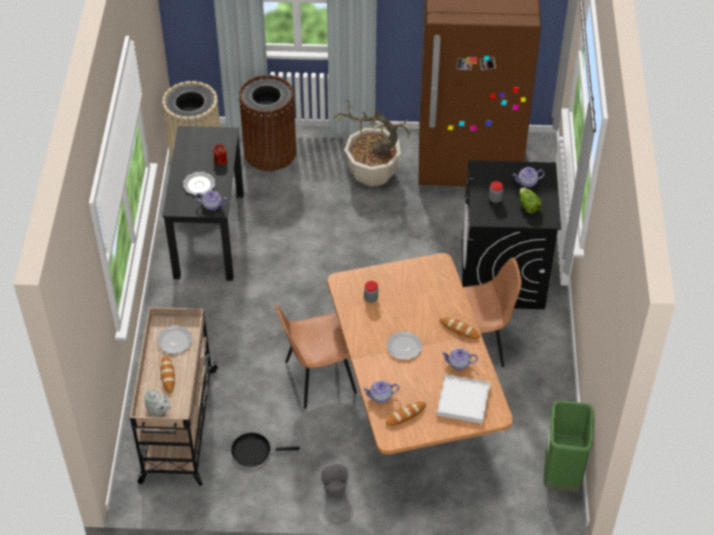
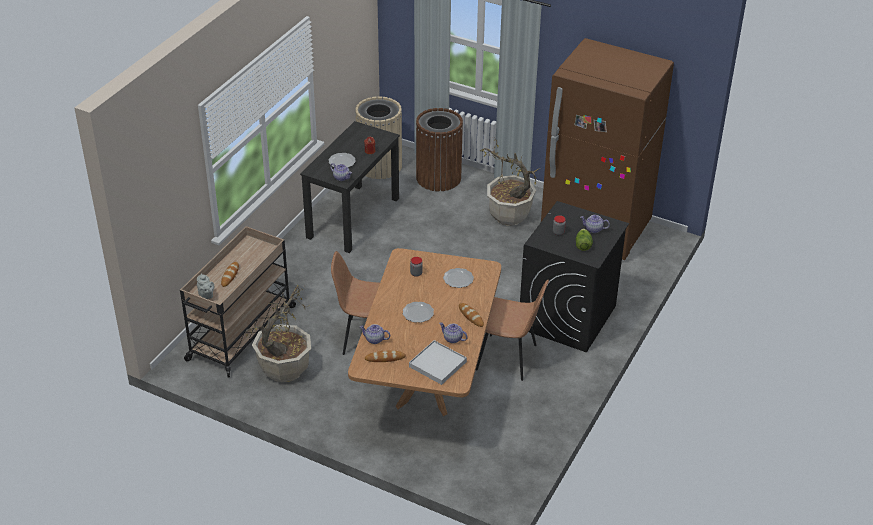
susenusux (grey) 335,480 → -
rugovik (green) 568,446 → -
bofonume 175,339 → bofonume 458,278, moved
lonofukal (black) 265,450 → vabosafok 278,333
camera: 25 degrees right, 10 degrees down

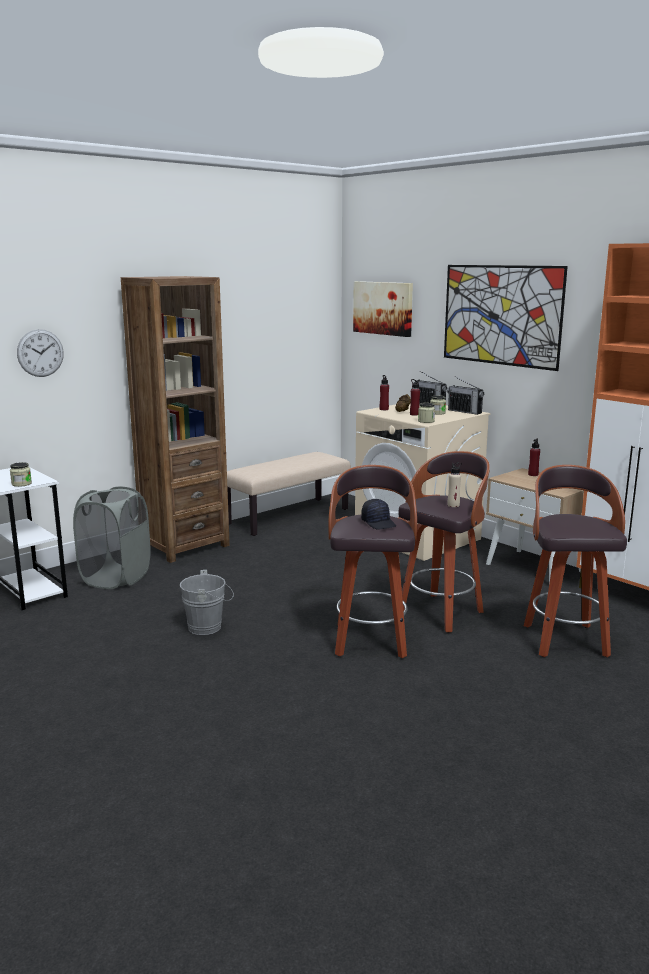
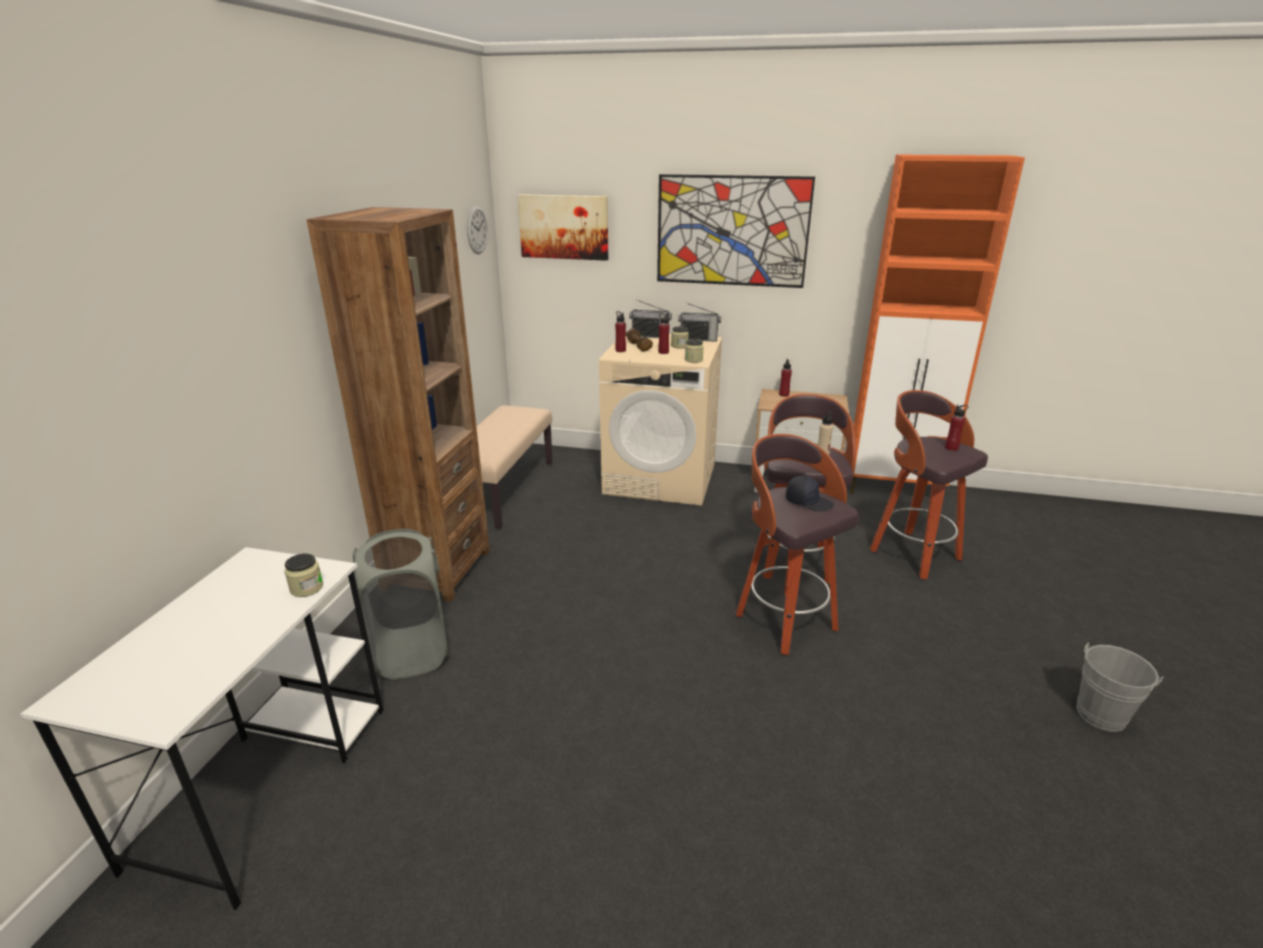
- → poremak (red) 956,427
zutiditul 40,353 → zutiditul 477,230, moved
susenusux (grey) 207,602 → susenusux (grey) 1119,687, moved
camera: 35 degrees left, 10 degrees up

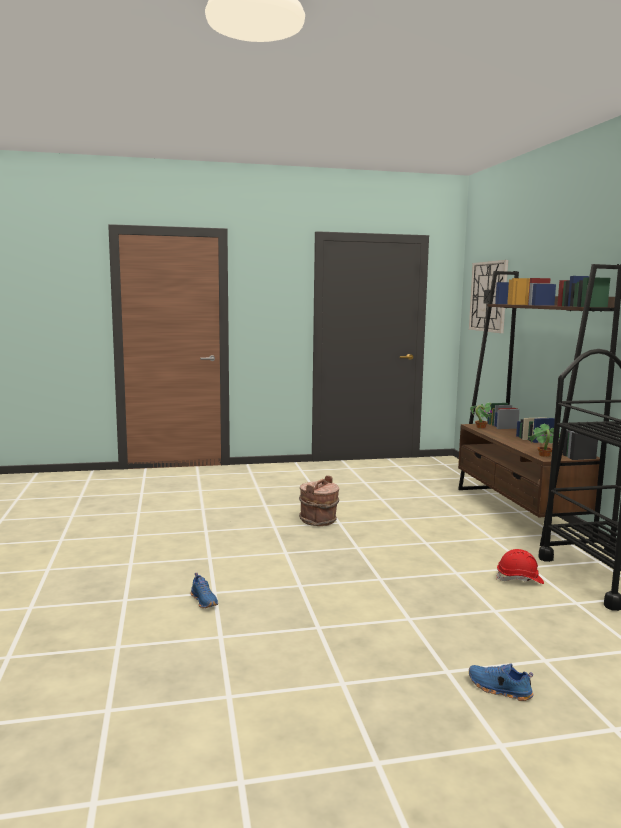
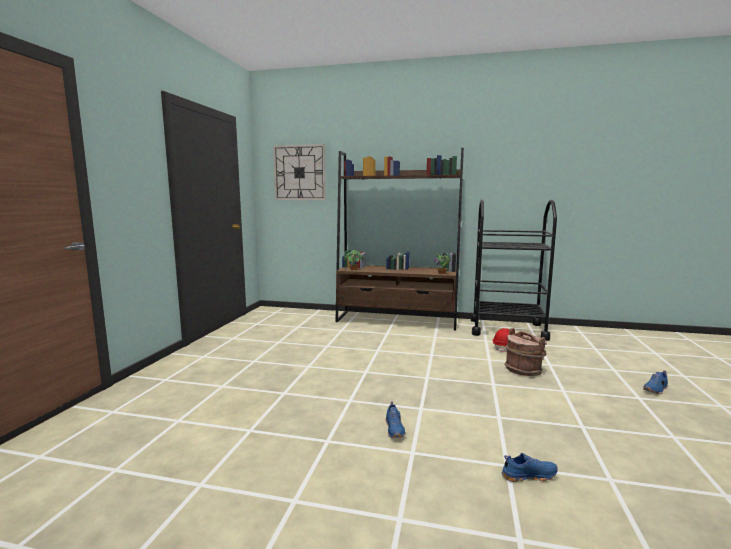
- → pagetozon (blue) 395,419
susenusux (brown) 319,500 → susenusux (brown) 525,352, moved
camera: 65 degrees left, 0 degrees up

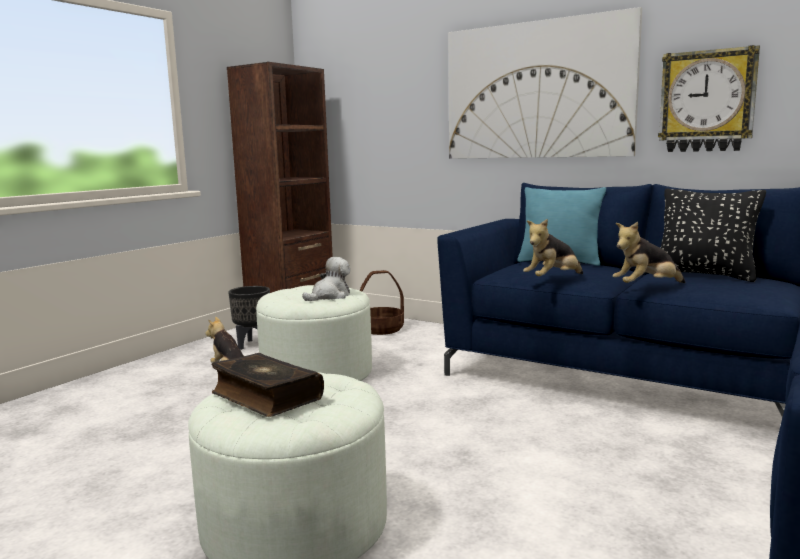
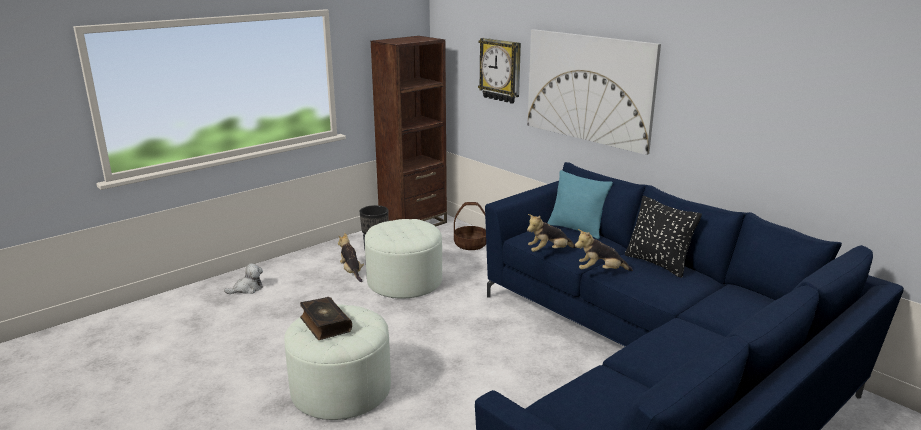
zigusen 326,279 → zigusen 243,278, moved
zutiditul 709,98 → zutiditul 499,71, moved
camera: 15 degrees right, 10 degrees up

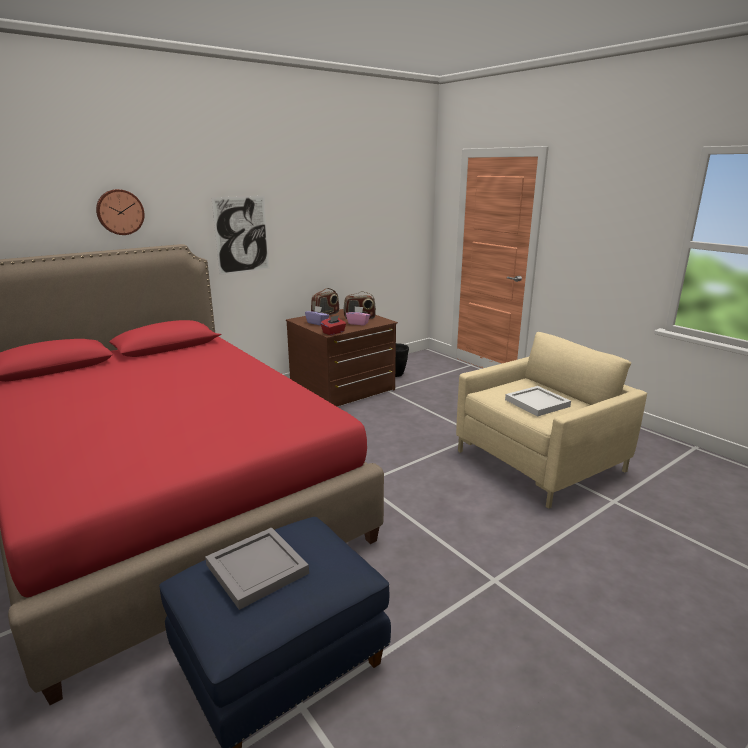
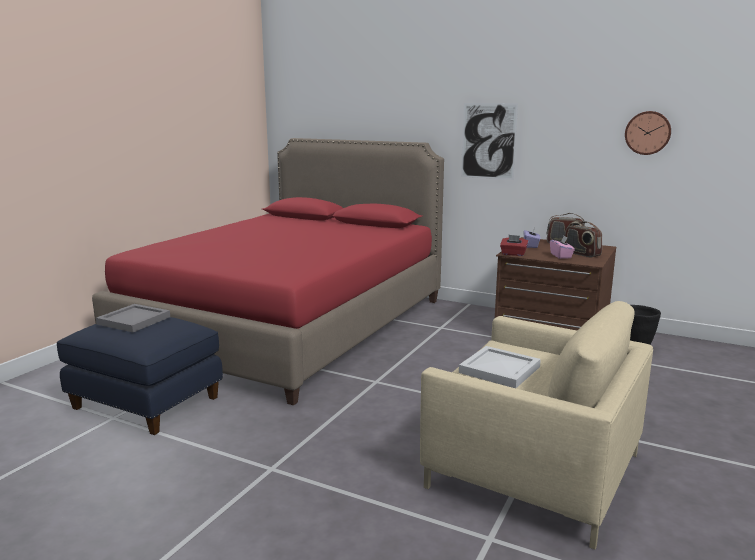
zutiditul 120,212 → zutiditul 648,133, moved
camera: 65 degrees right, 5 degrees down

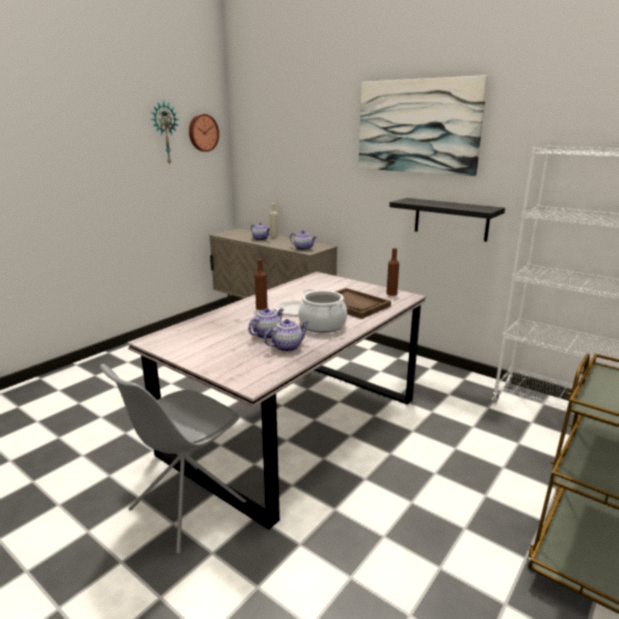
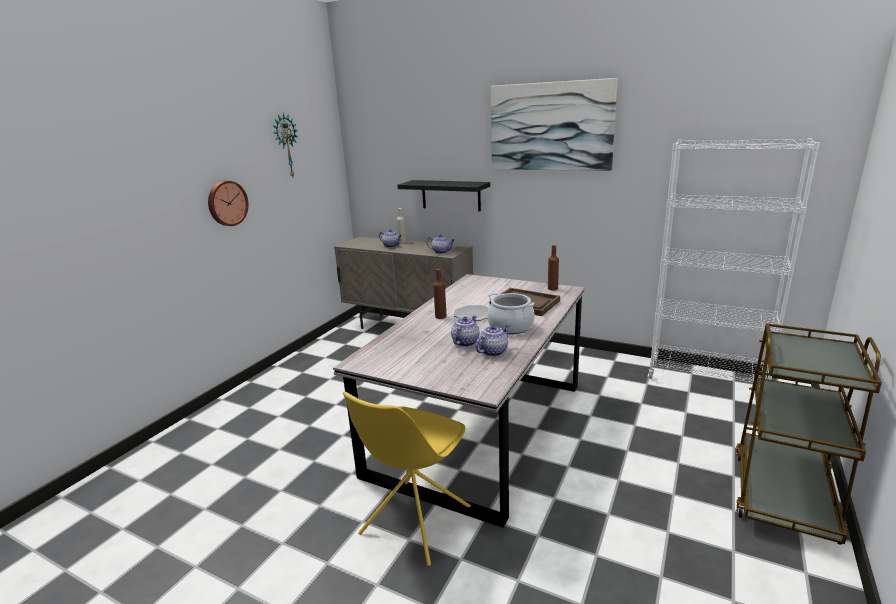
zutiditul 204,133 → zutiditul 228,203, moved
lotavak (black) 447,220 → lotavak (black) 443,195, moved
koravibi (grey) 173,459 → koravibi (yellow) 407,478
camera: 10 degrees left, 0 degrees up

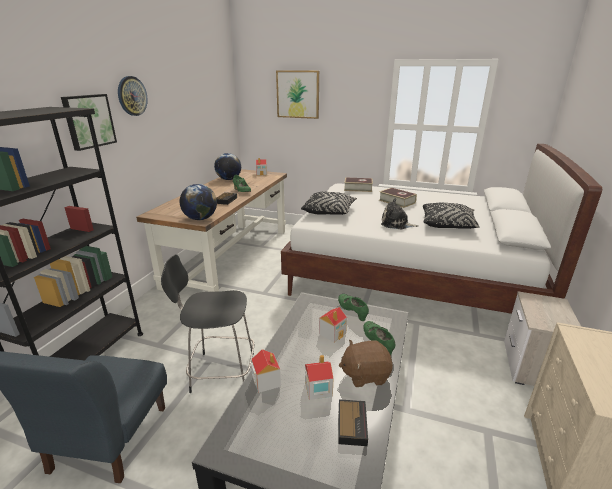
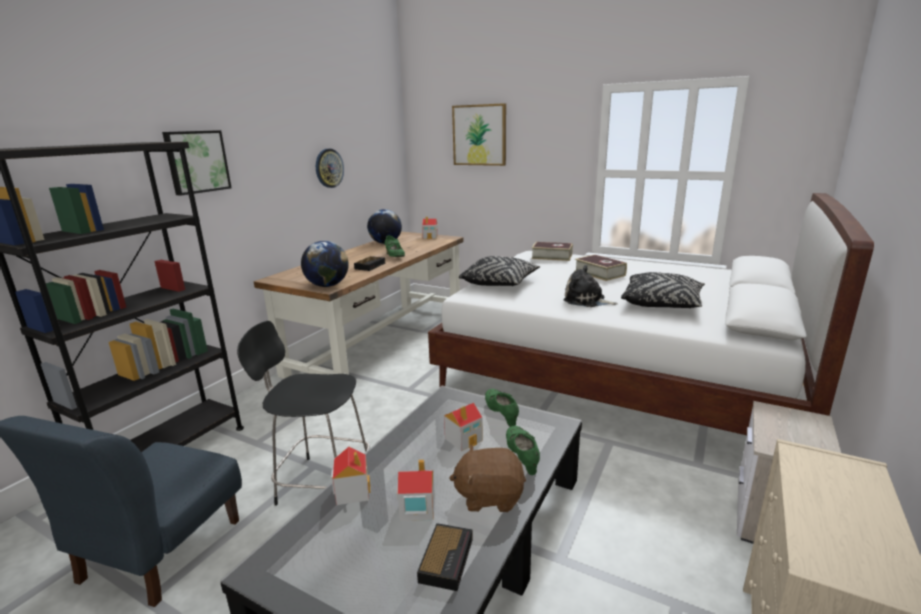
zutiditul 133,96 → zutiditul 330,168, moved
camera: 10 degrees right, 5 degrees down

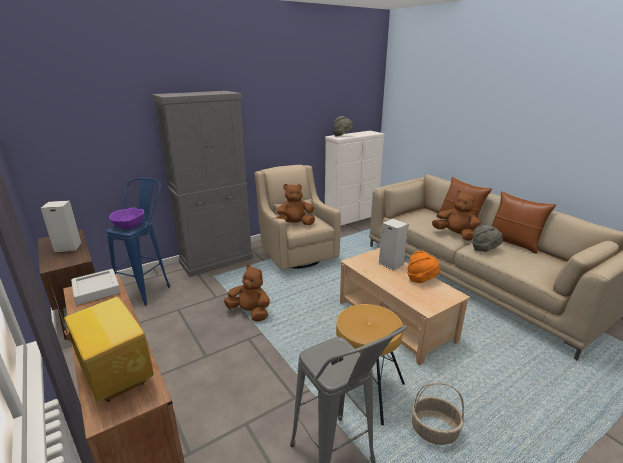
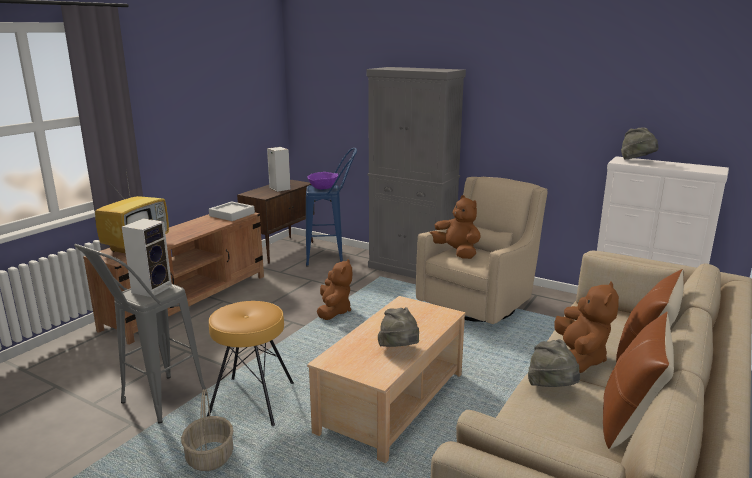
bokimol 393,245 → bokimol 147,257, moved
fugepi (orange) 423,267 → fugepi (grey) 398,327
camera: 65 degrees right, 5 degrees down

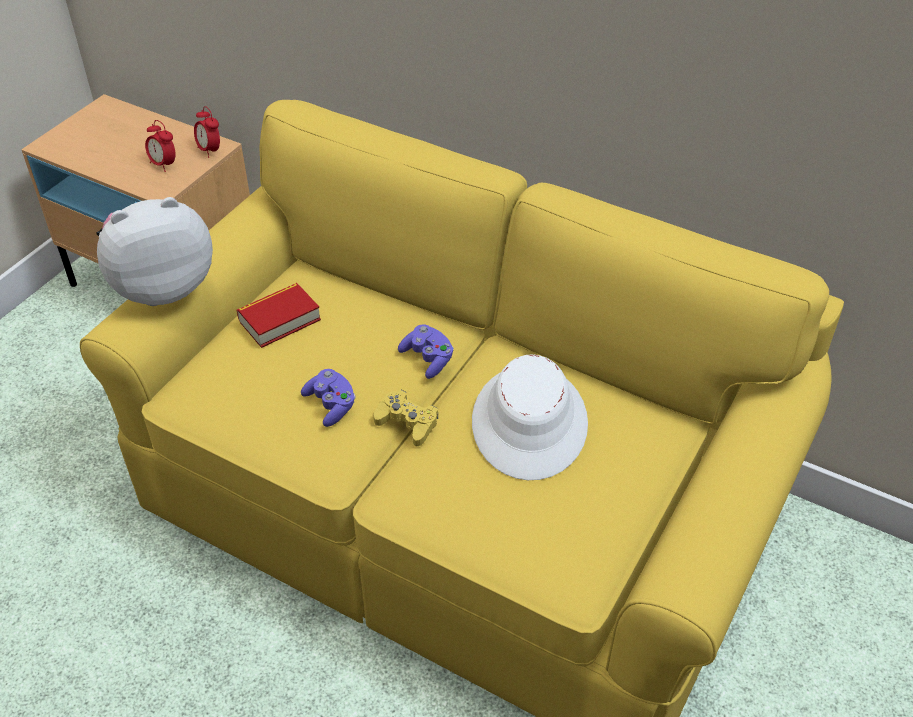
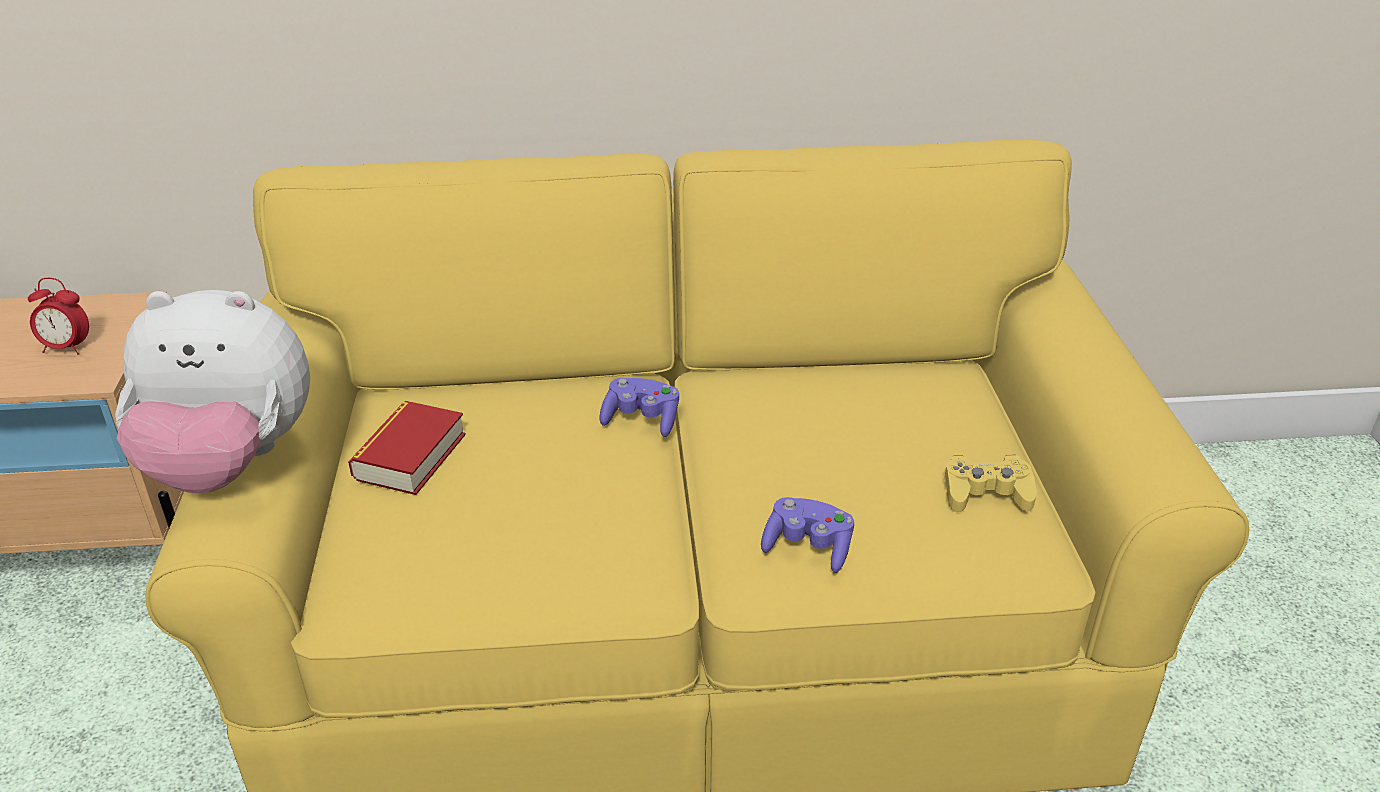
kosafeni 207,132 → -
fugepi (white) 530,417 → -
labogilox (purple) 328,398 → labogilox (purple) 807,535, moved
labogilox (yellow) 406,418 → labogilox (yellow) 990,483, moved
zigusen 155,251 → zigusen 212,391, 120 degrees counterclockwise
camera: 35 degrees left, 10 degrees down

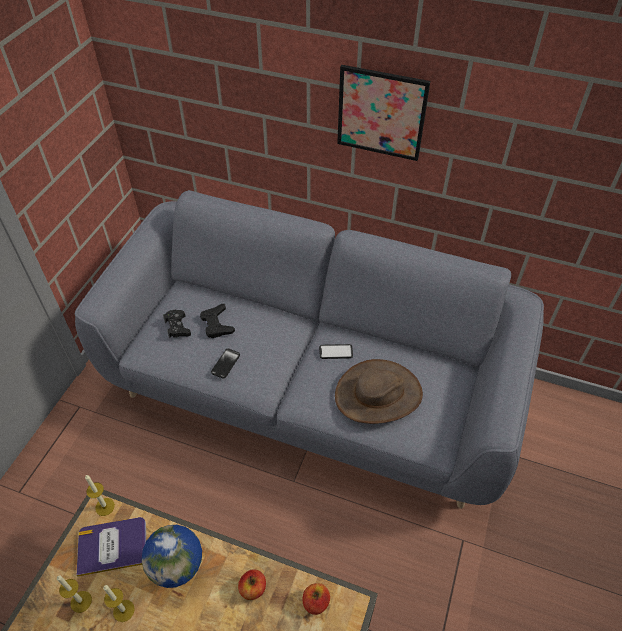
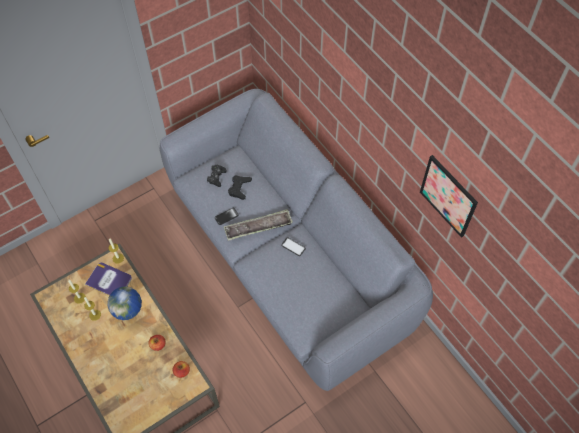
fugepi (brown) 379,391 → -
- → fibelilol 258,225
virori 383,113 → virori 449,196, moved
camera: 35 degrees right, 10 degrees up

